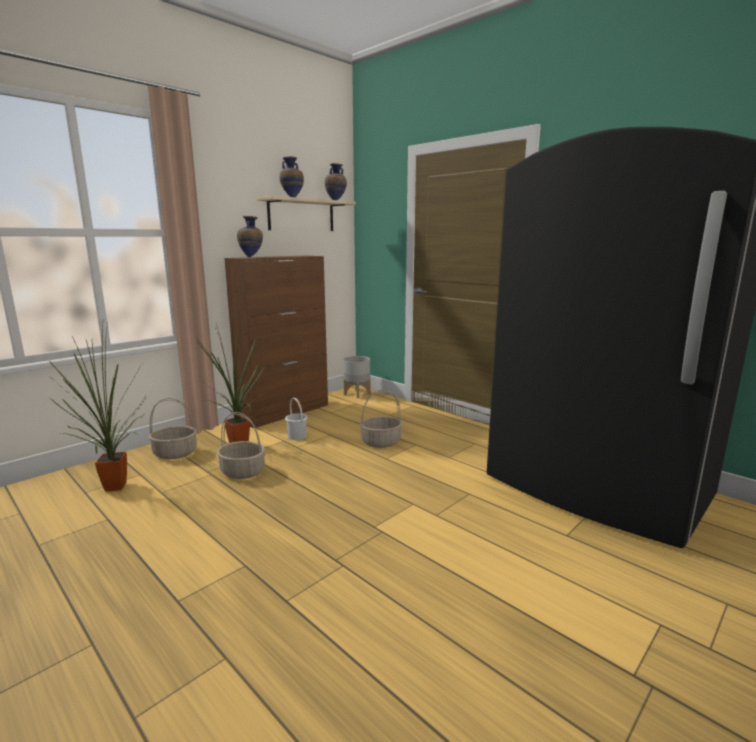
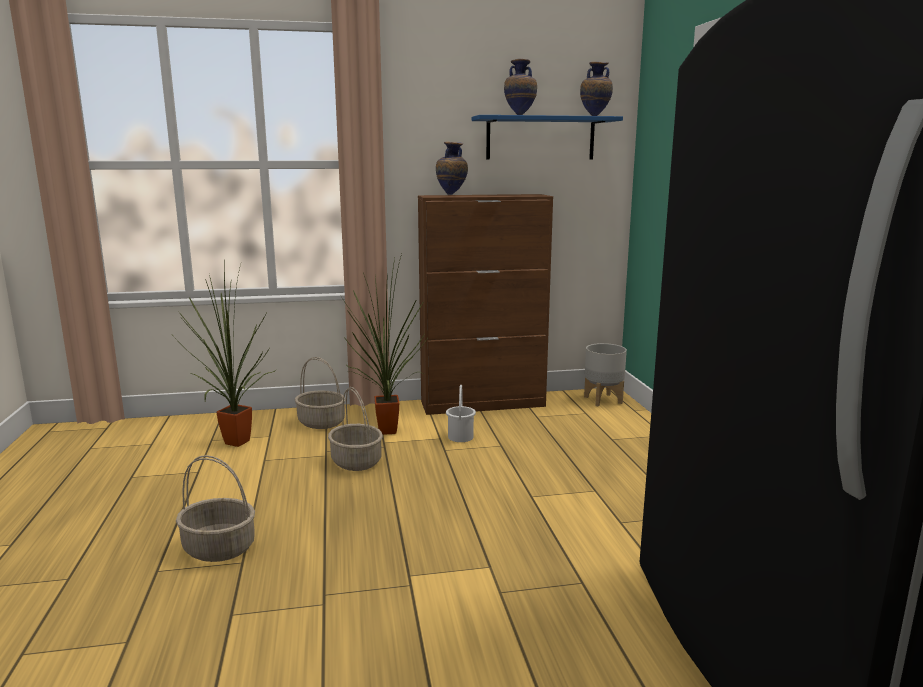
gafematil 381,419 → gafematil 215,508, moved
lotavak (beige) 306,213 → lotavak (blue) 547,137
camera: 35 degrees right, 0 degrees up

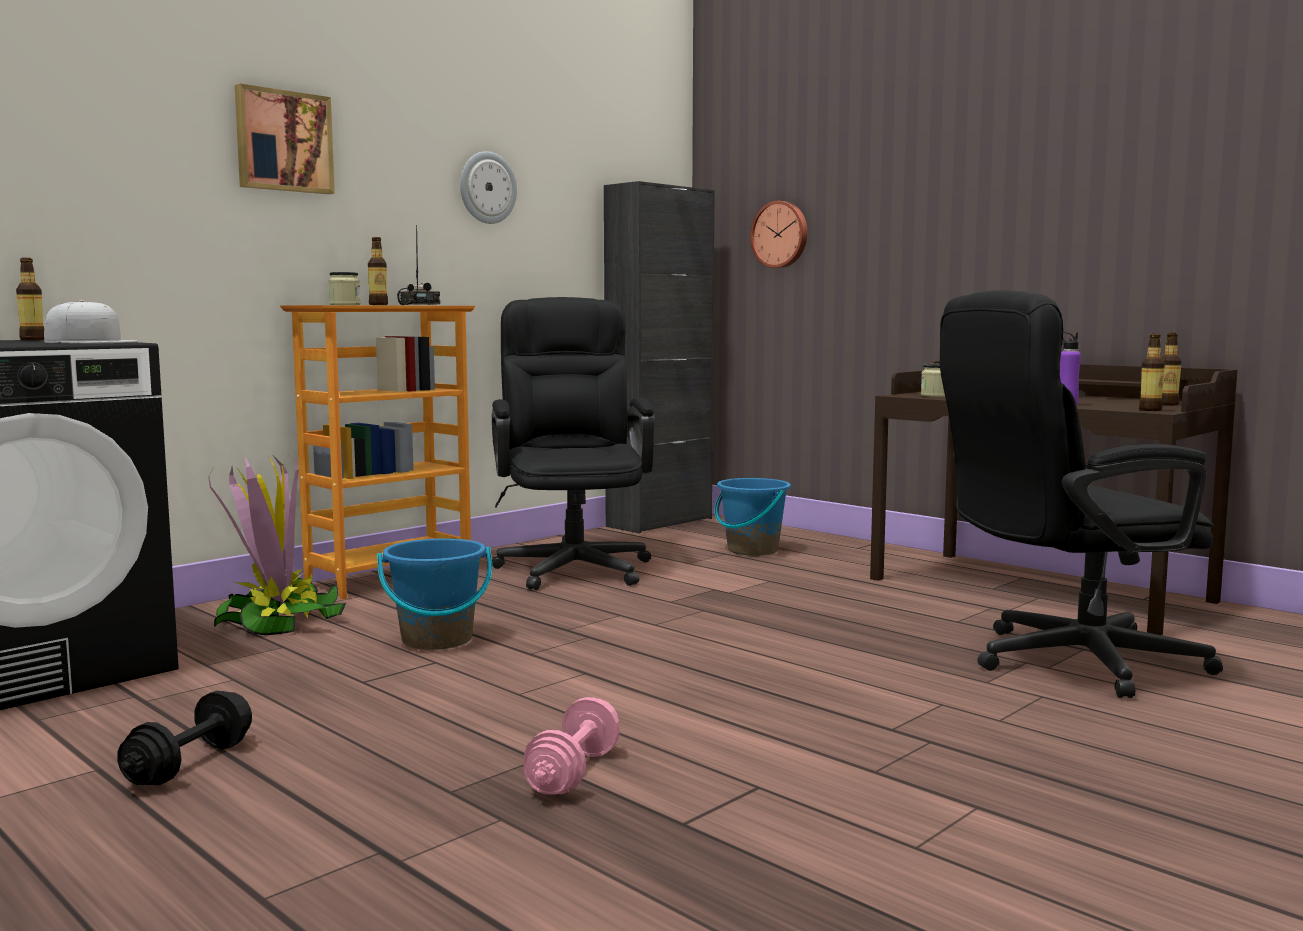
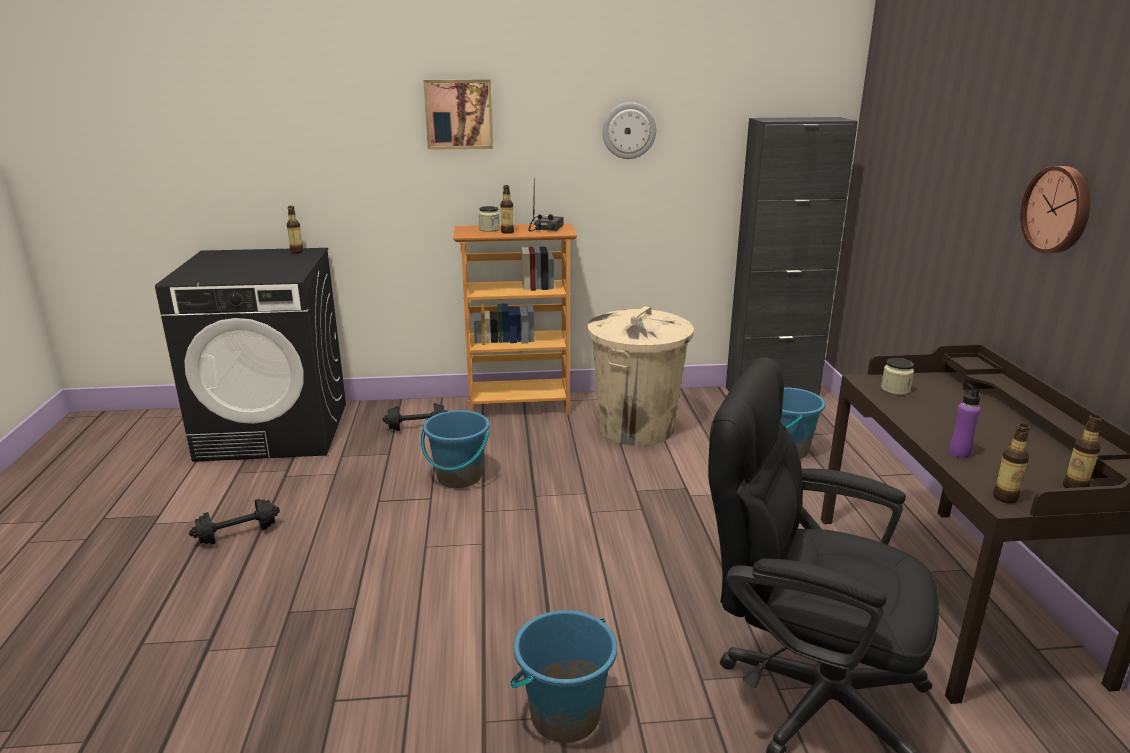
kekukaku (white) 91,321 → -
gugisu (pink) 571,746 → -
- → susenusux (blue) 563,676
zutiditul 778,234 → zutiditul 1055,209, moved
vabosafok 277,542 → gugisu (black) 415,417
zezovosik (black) 573,443 → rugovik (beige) 641,376
camera: 40 degrees right, 15 degrees up

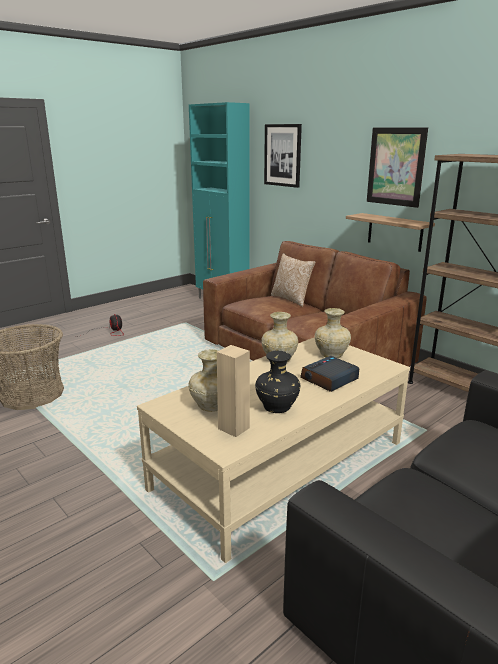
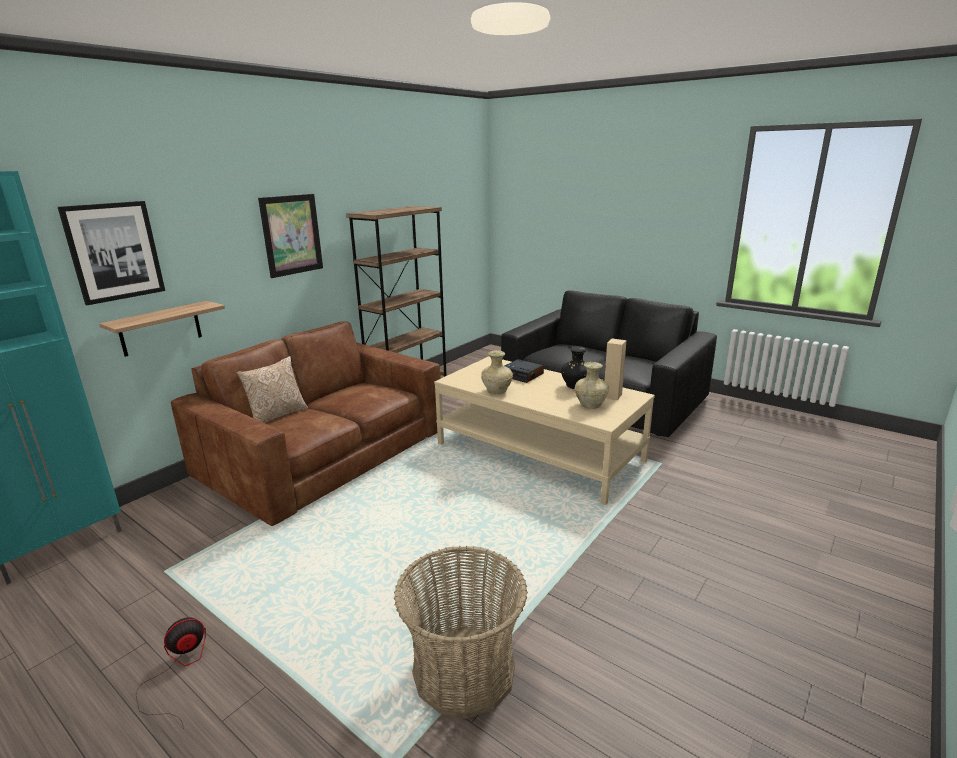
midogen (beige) 333,333 → -
lotavak 390,232 → lotavak 162,329, moved
camera: 100 degrees left, 0 degrees up

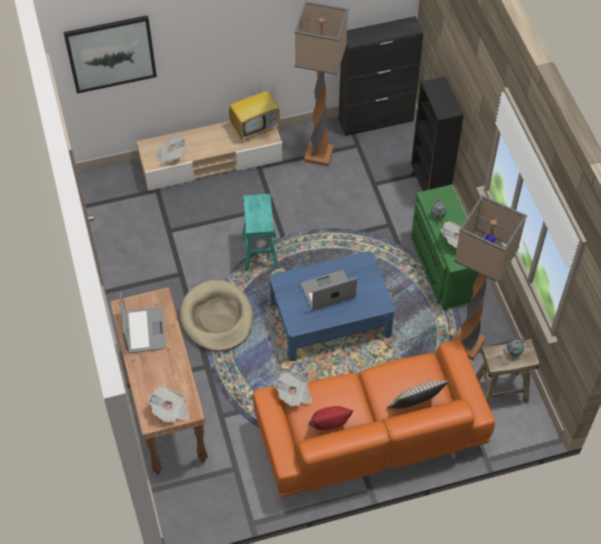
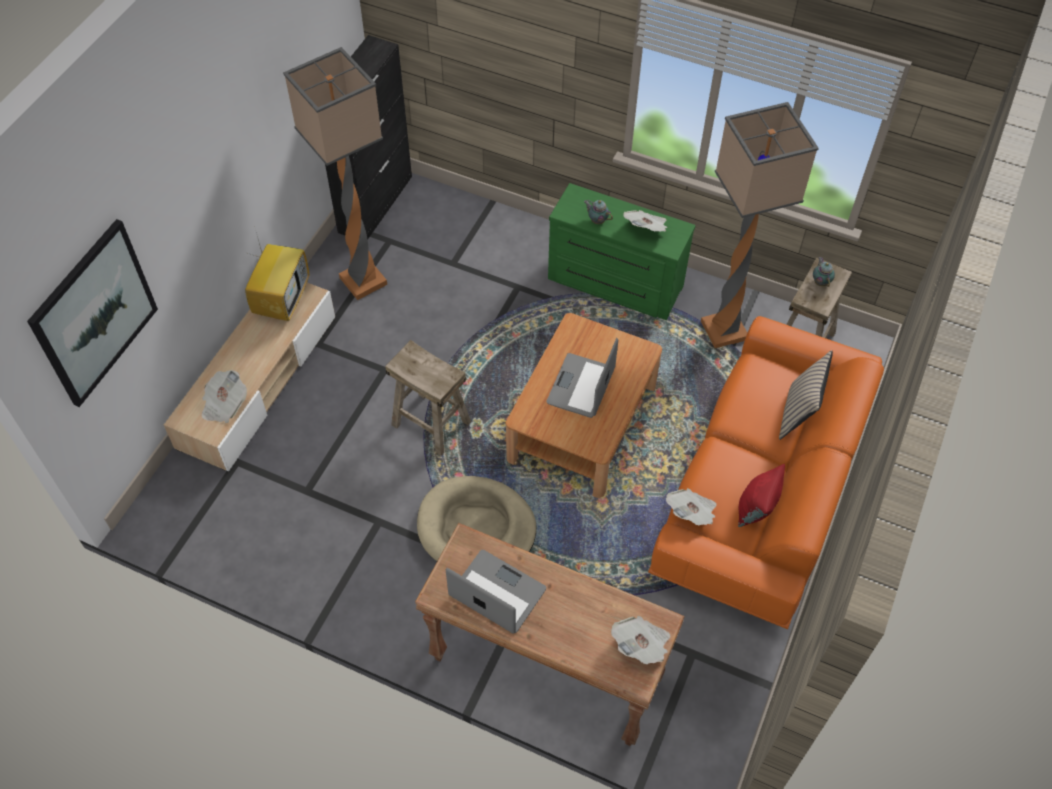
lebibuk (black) 437,133 → -
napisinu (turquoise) 260,232 → napisinu (beige) 428,398
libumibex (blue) 332,306 → libumibex (brown) 584,405
camera: 50 degrees left, 0 degrees up

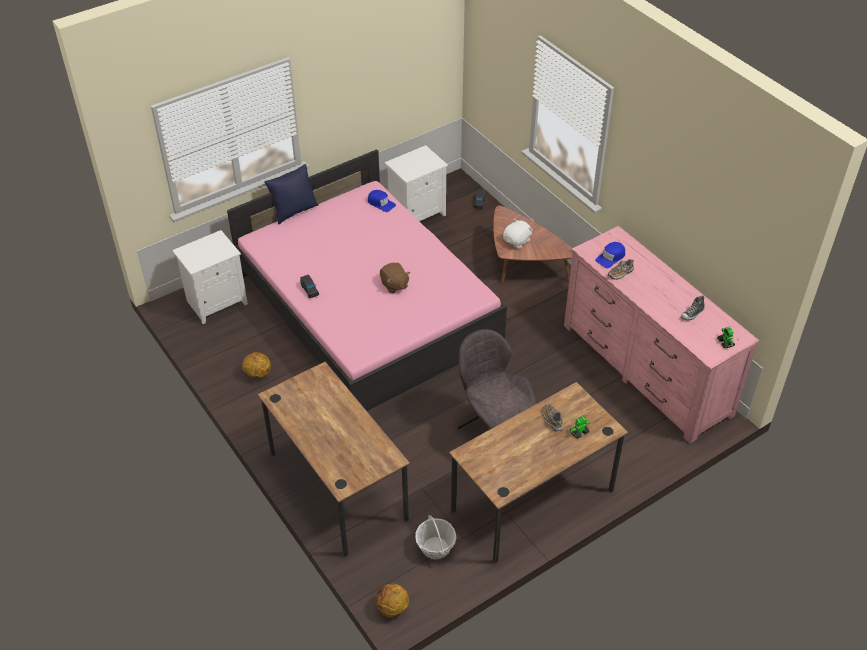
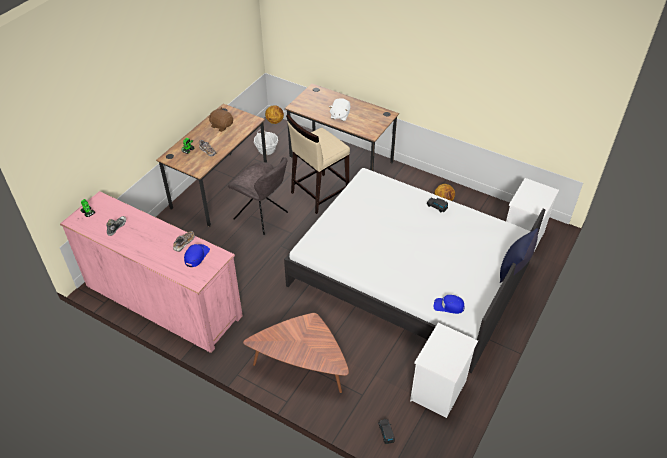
- → napisinu (beige) 318,164
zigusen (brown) 395,278 → zigusen (brown) 220,119, moved
zigusen (white) 518,234 → zigusen (white) 340,109, moved
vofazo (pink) 367,280 → vofazo (white) 415,271
camera: 155 degrees right, 0 degrees up

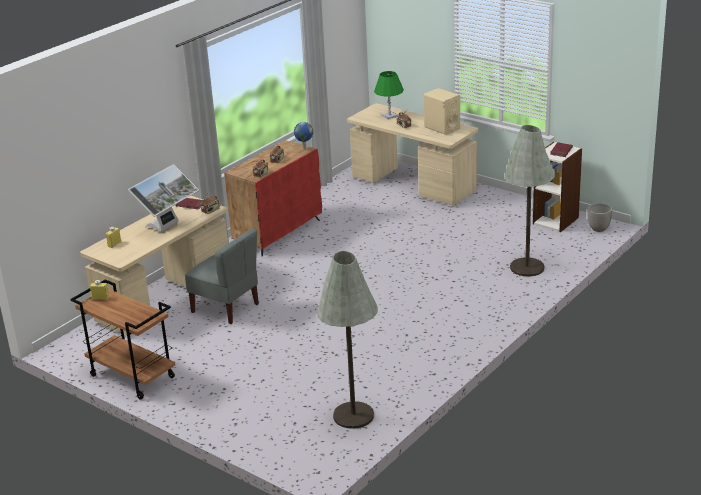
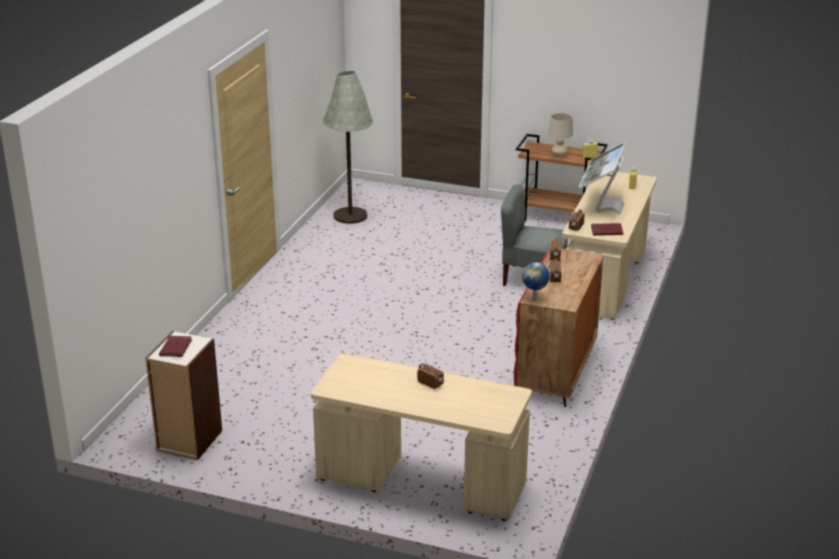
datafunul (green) 389,95 → -
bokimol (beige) 442,111 → -
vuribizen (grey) 529,201 → -
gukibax 599,217 → -
- → datafunul (beige) 560,135
camera: 160 degrees right, 0 degrees up

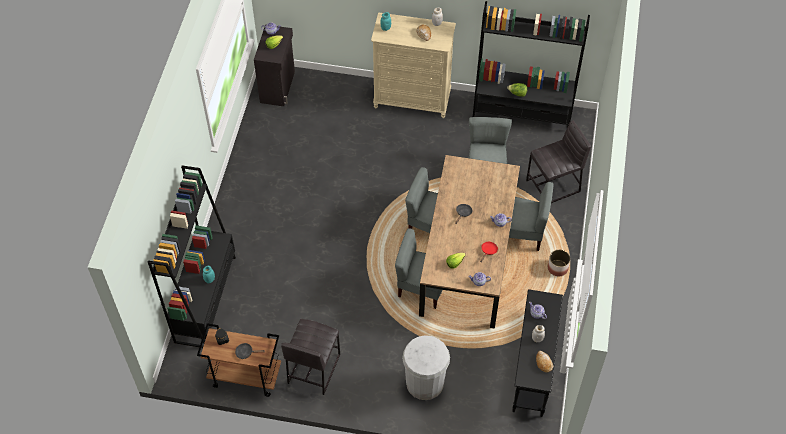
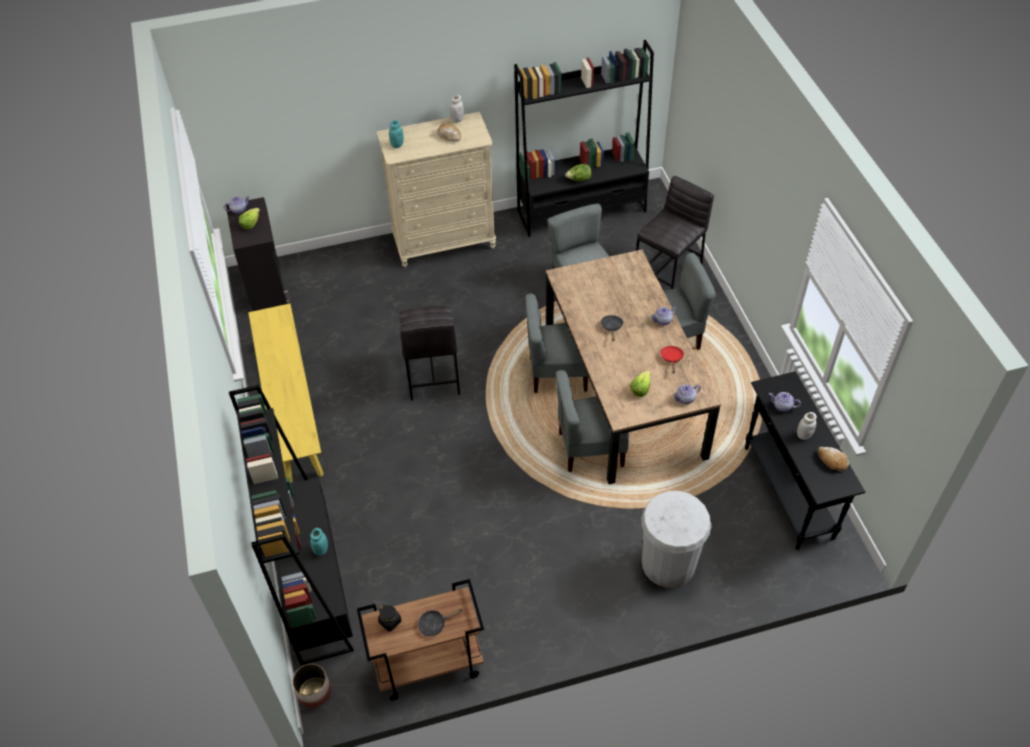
- → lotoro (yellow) 286,393
napisinu (grey) 310,356 → napisinu (grey) 429,353, moved
gukibax 559,263 → gukibax 311,686, moved
camera: 25 degrees left, 5 degrees down

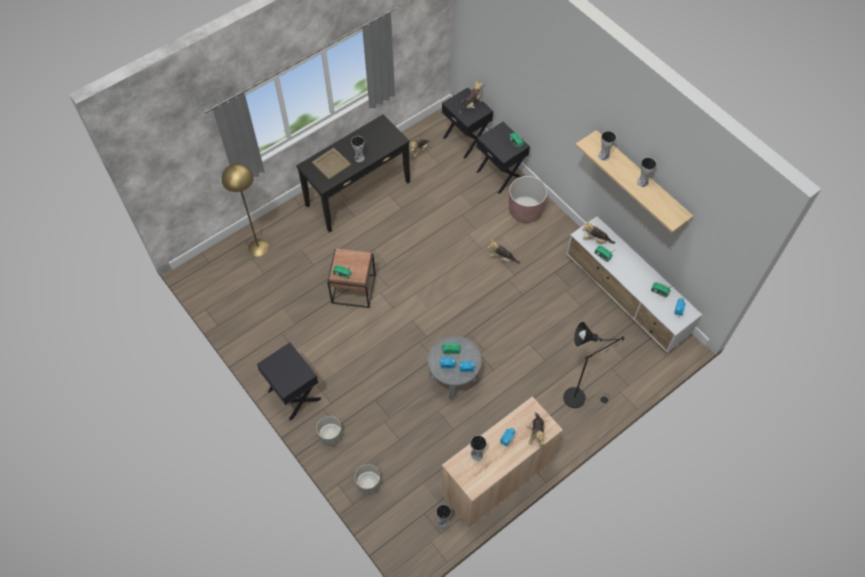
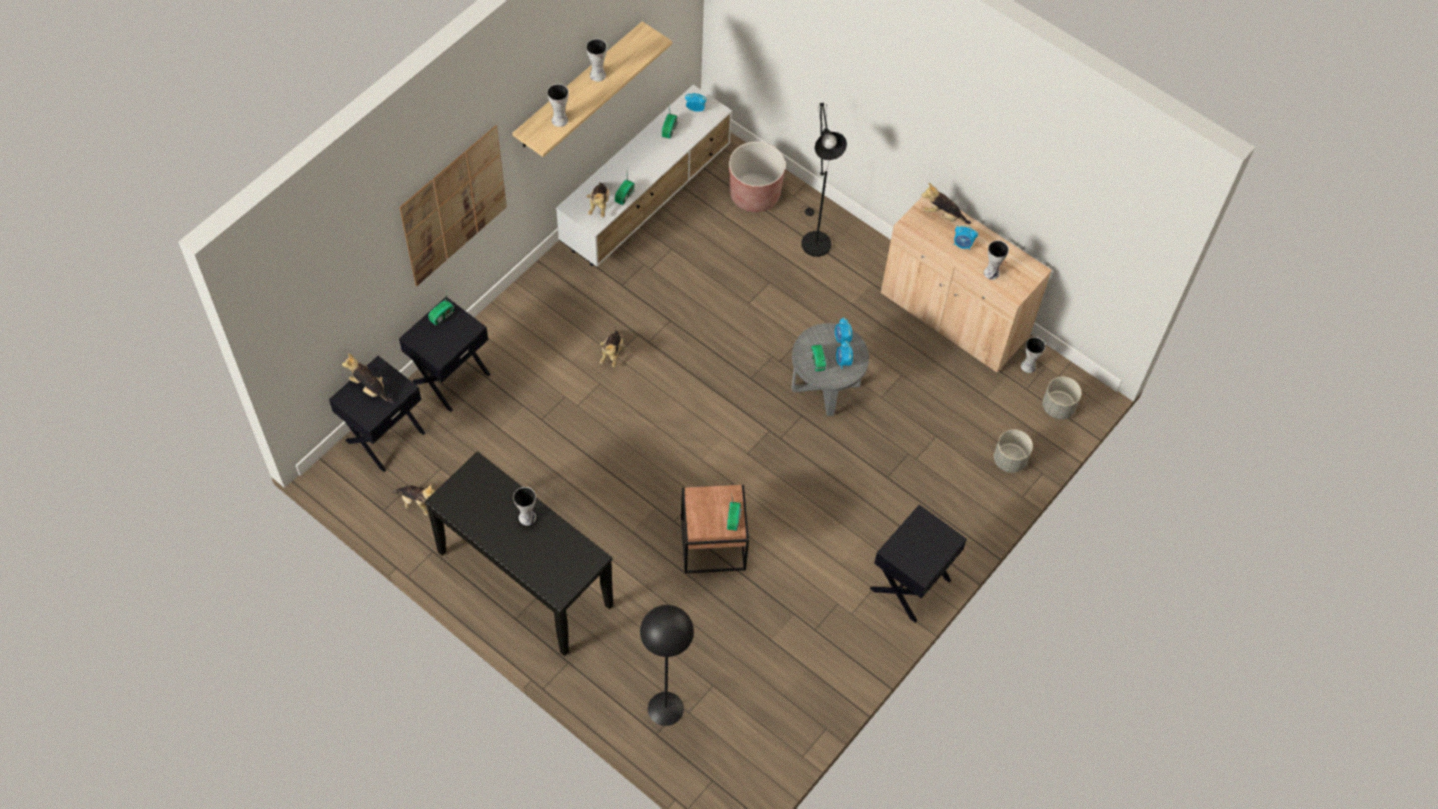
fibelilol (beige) 331,163 → -
- → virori 453,205
gukibax (grey) 329,431 → gukibax (grey) 1061,398, moved
gukibax (brown) 528,199 → gukibax (brown) 757,177, moved
vuribizen (yellow) 245,210 → vuribizen (black) 667,665
zigusen 536,429 → zigusen 946,203, 150 degrees counterclockwise
camera: 105 degrees left, 0 degrees up

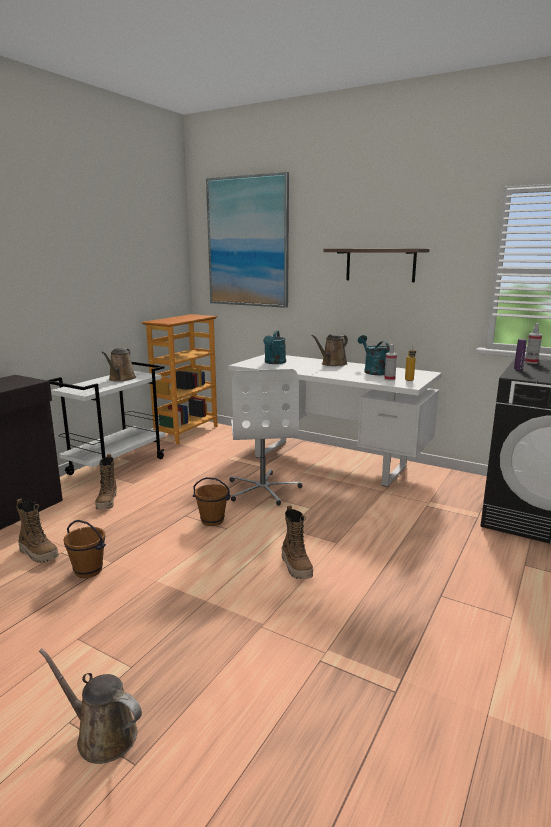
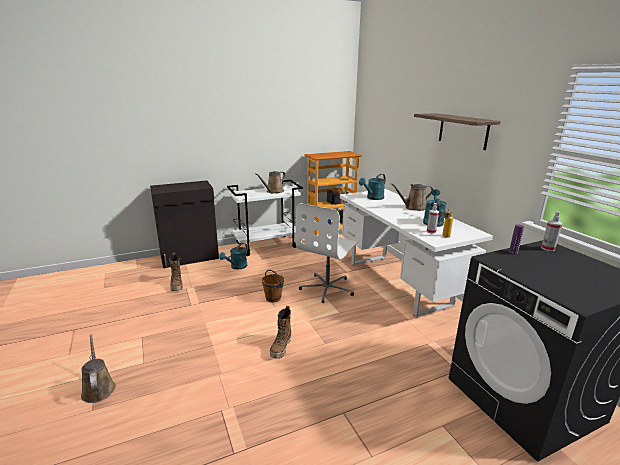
susenusux (brown) 84,549 → -
virori 247,240 → -
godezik 106,481 → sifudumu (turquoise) 233,256
camera: 35 degrees right, 5 degrees up

